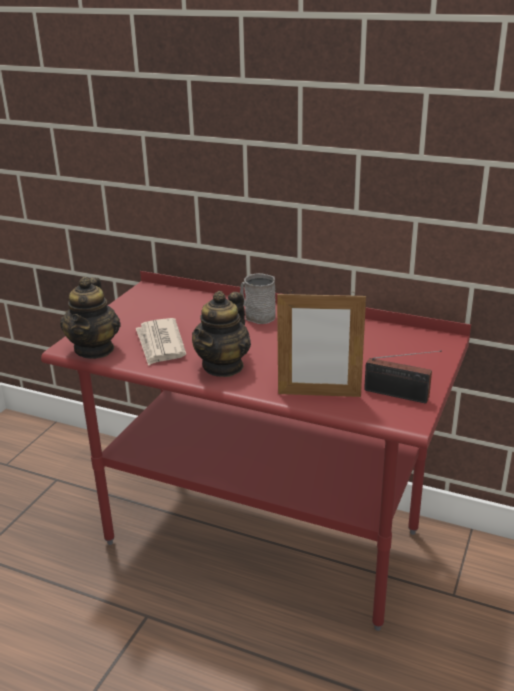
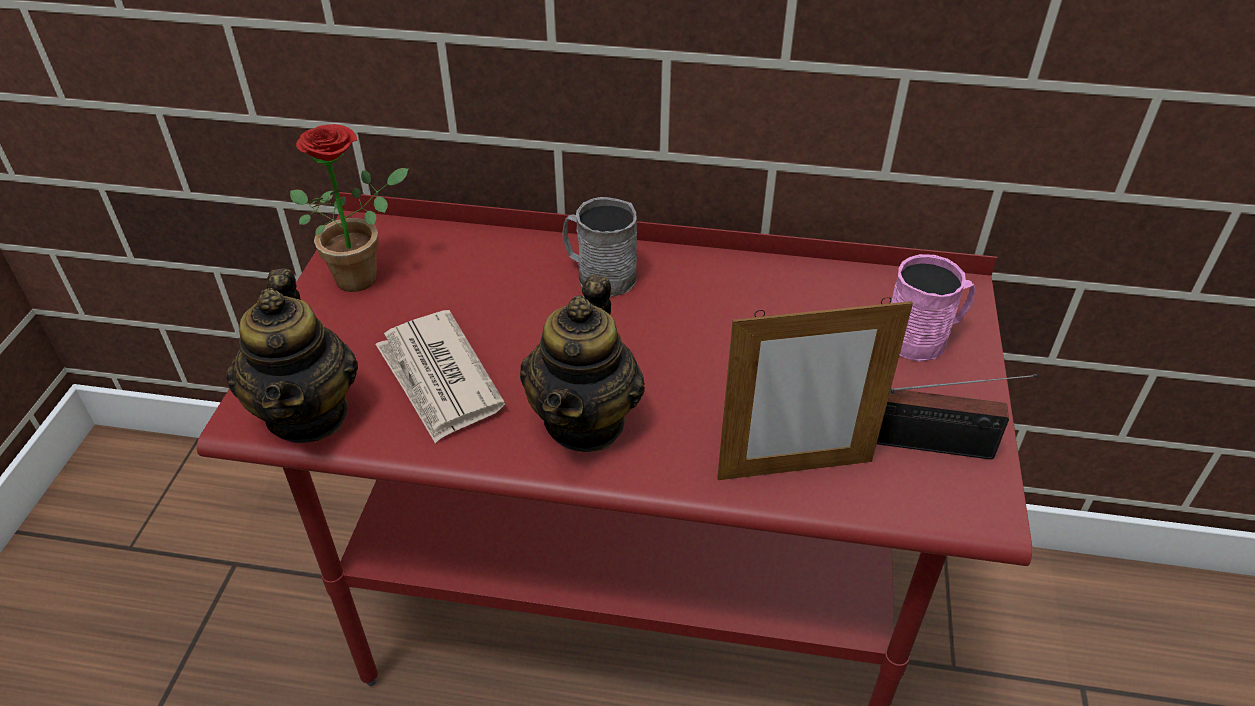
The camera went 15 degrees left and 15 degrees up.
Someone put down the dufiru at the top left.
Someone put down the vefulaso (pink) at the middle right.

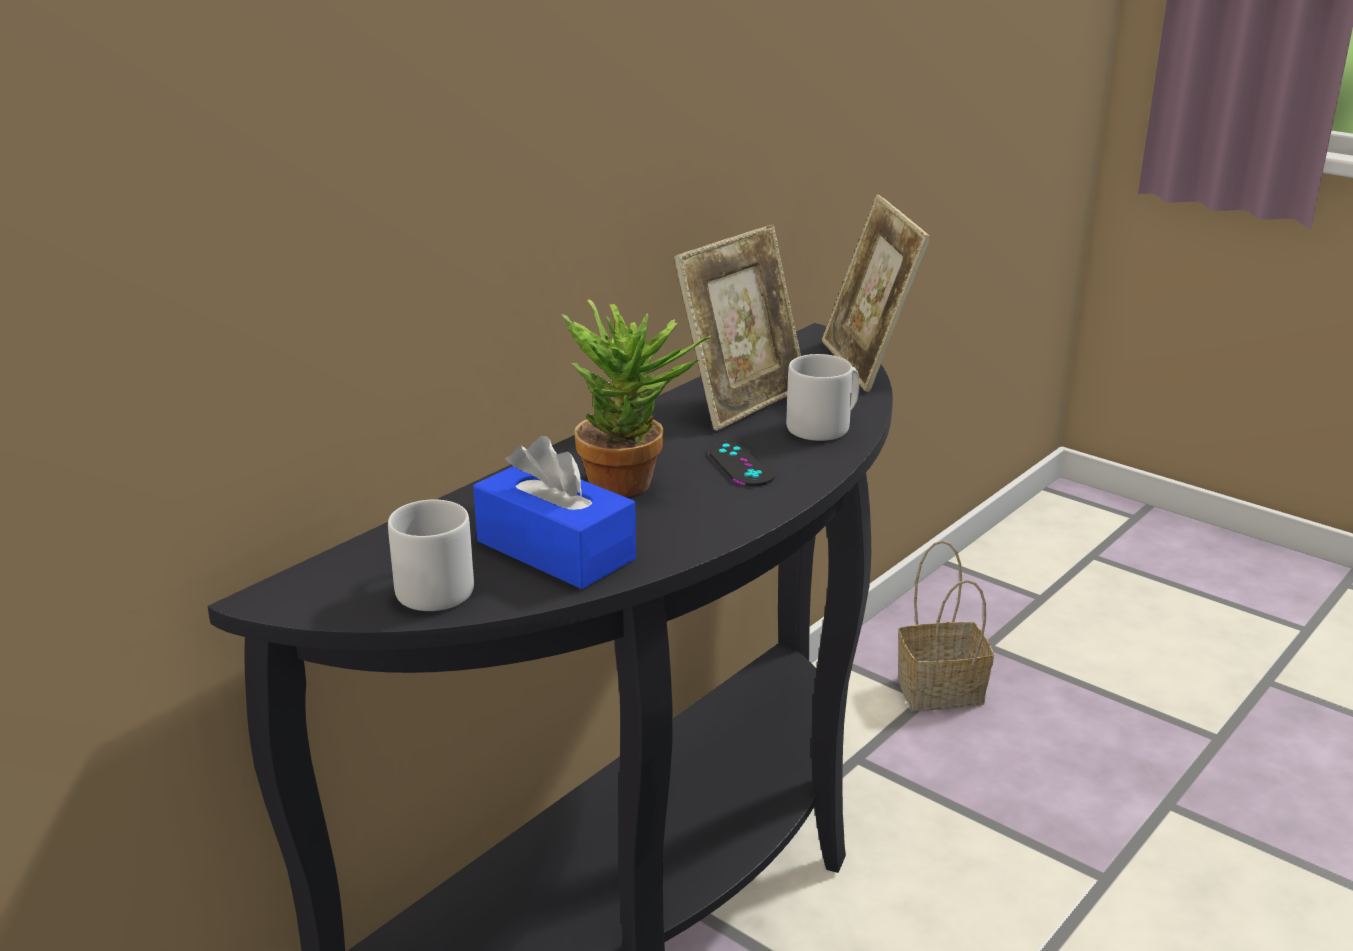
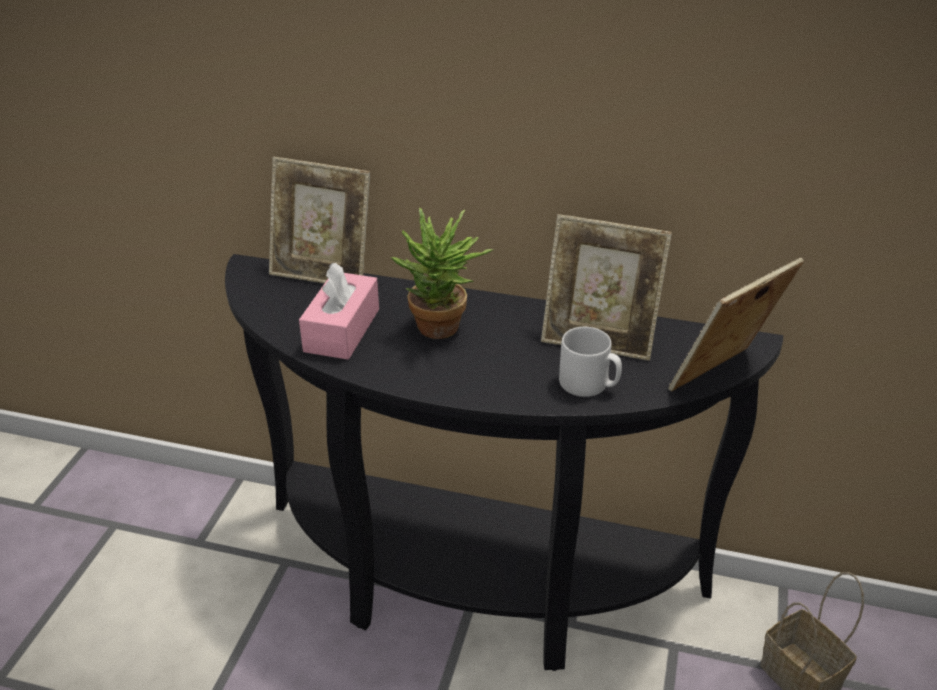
The camera went 65 degrees right and 10 degrees up.
Someone repainted the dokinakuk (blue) at the centre, which became the dokinakuk (pink) at the centre.
Someone took away the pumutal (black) at the centre.
Someone took away the vefulaso (grey) (no. 1 from left) at the middle left.
Someone put down the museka (no. 1 from left) at the top centre.

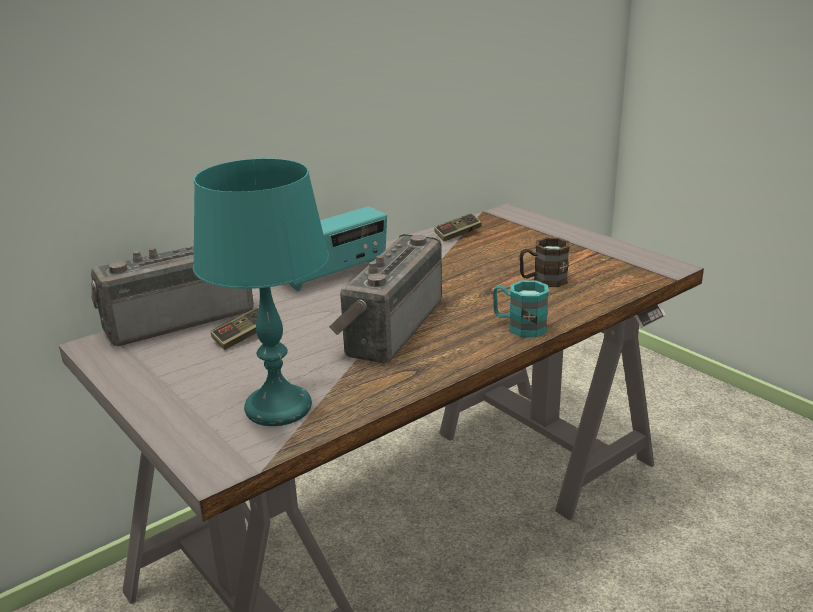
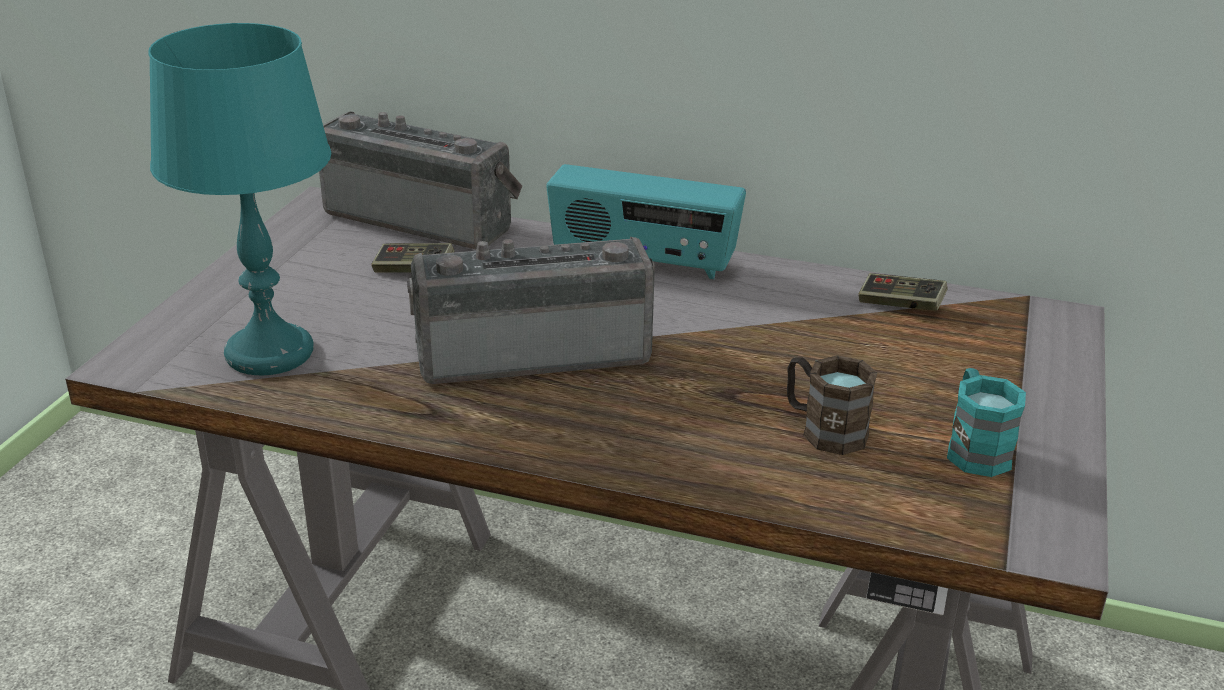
The camera went 55 degrees right and 5 degrees up.
Someone carried the vefulaso (turquoise) from the centre to the middle right.

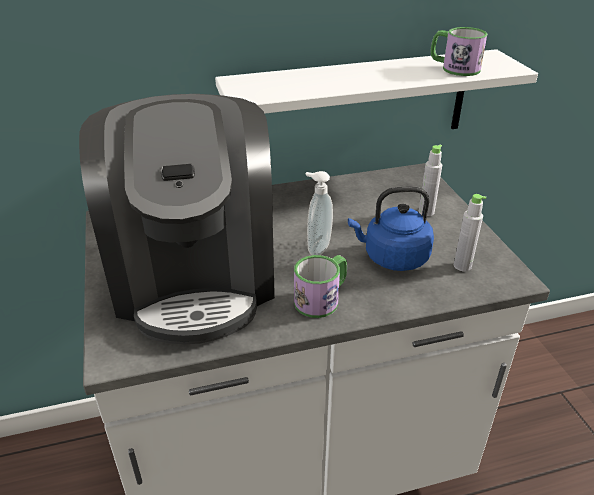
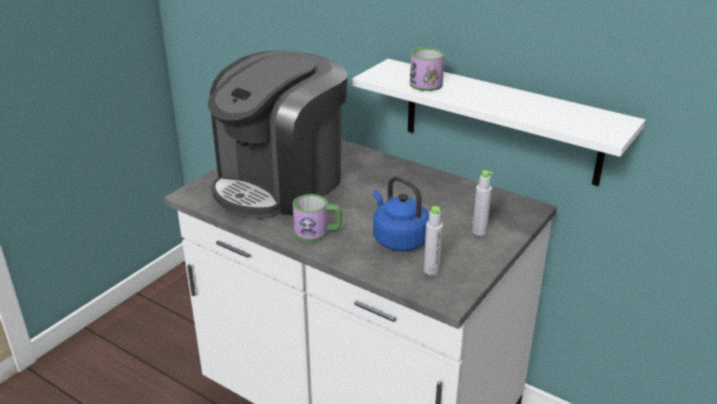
The camera went 50 degrees right and 5 degrees down.
Someone carried the vefulaso (no. 2 from left) from the top right to the top centre.
Someone took away the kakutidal at the centre.

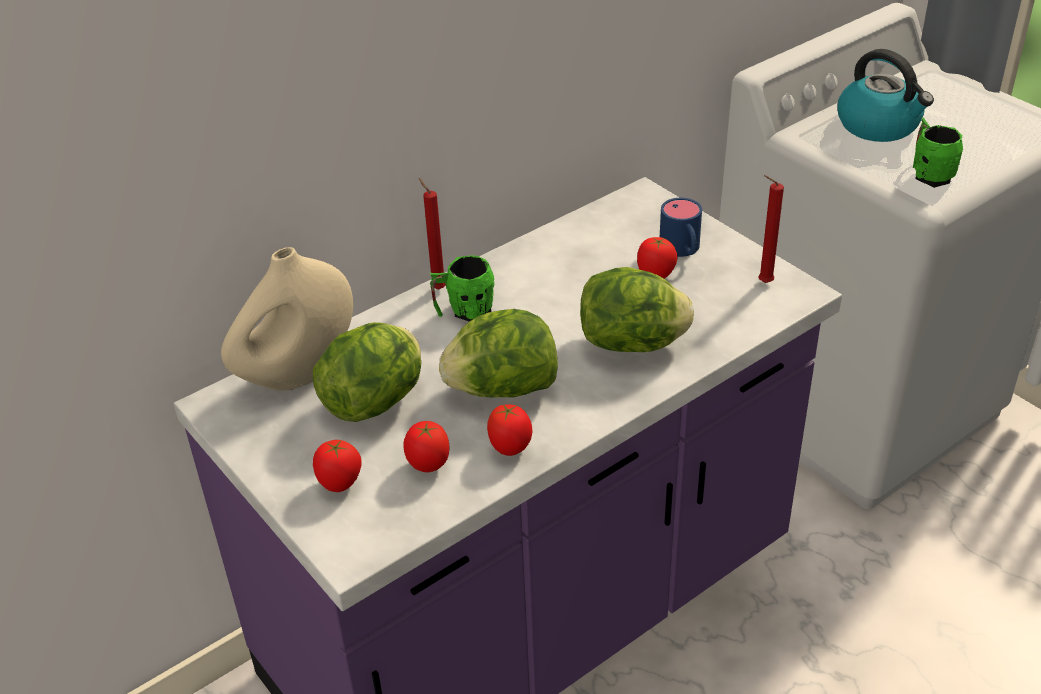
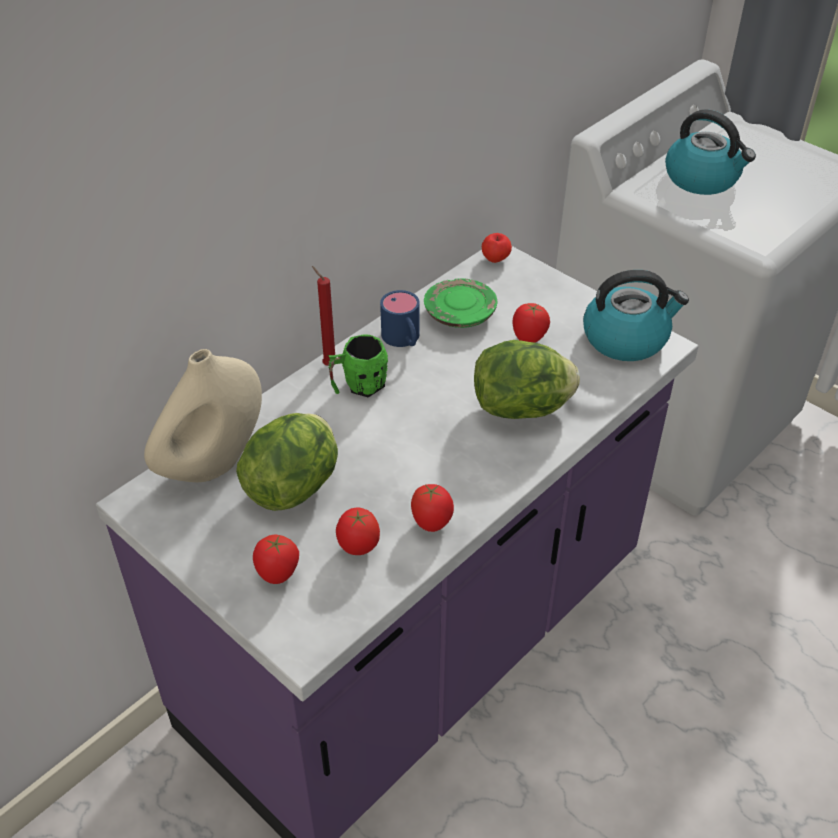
The camera went 10 degrees left and 5 degrees up.
Someone took away the vefulaso (green) (no. 2 from left) at the top right.
Someone swapped the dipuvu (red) (no. 2 from left) at the top right for the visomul (no. 1 from left) at the middle right.
Someone carried the vefulaso (blue) from the top centre to the centre.
Someone took away the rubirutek (no. 2 from left) at the centre.
Someone put down the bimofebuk at the top centre.
Someone put down the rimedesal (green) at the centre.

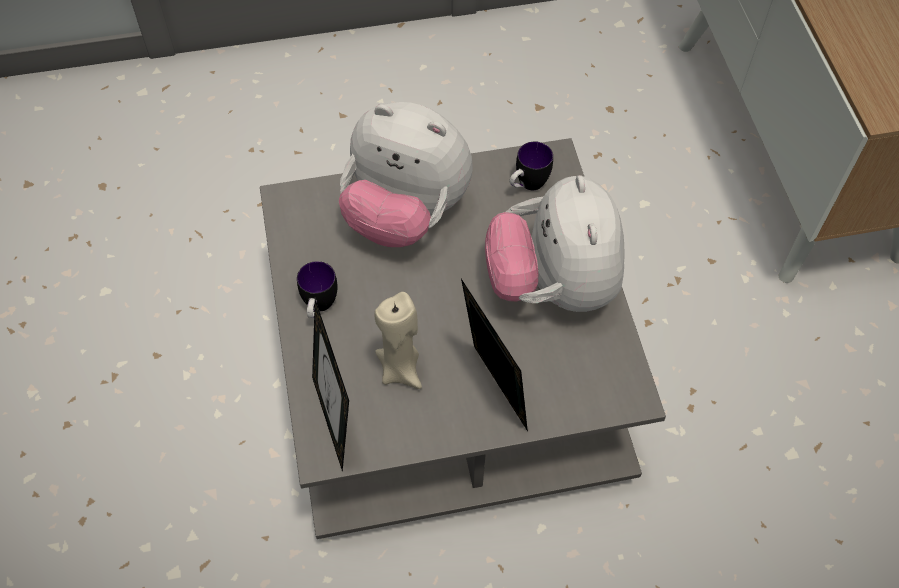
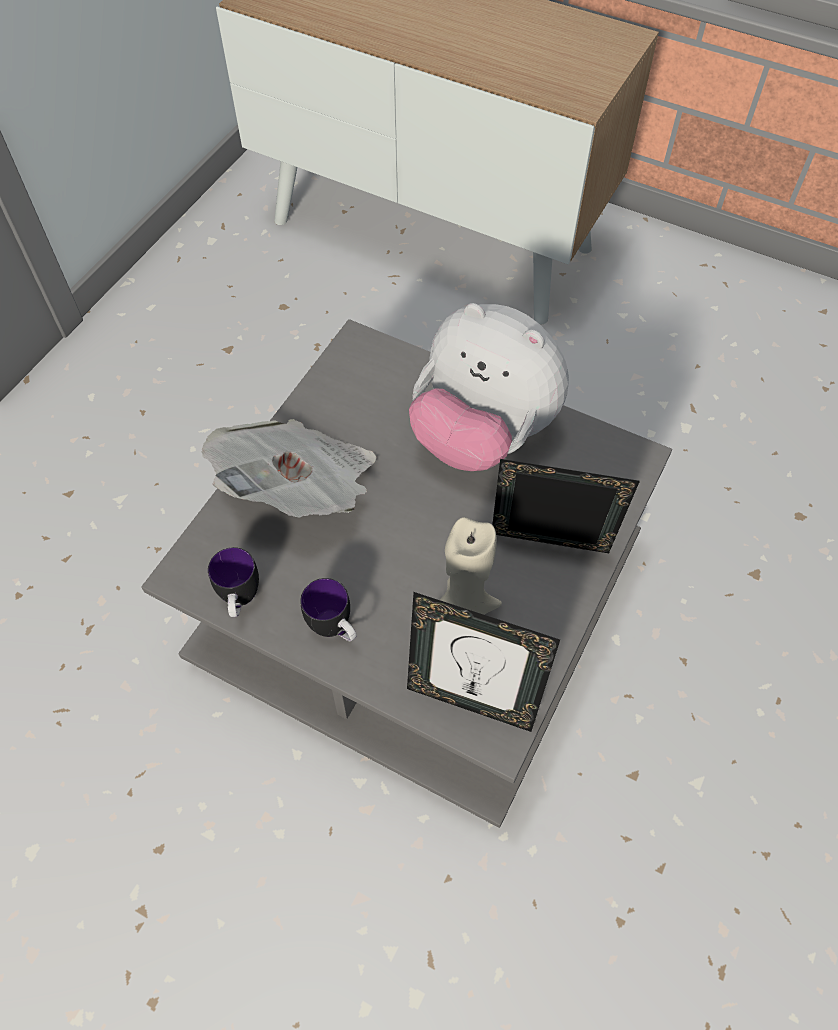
The camera went 50 degrees left and 0 degrees up.
Someone swapped the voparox (no. 1 from left) at the top centre for the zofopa at the centre.
Someone carried the vefulaso (no. 2 from left in the first image) from the top centre to the middle left.

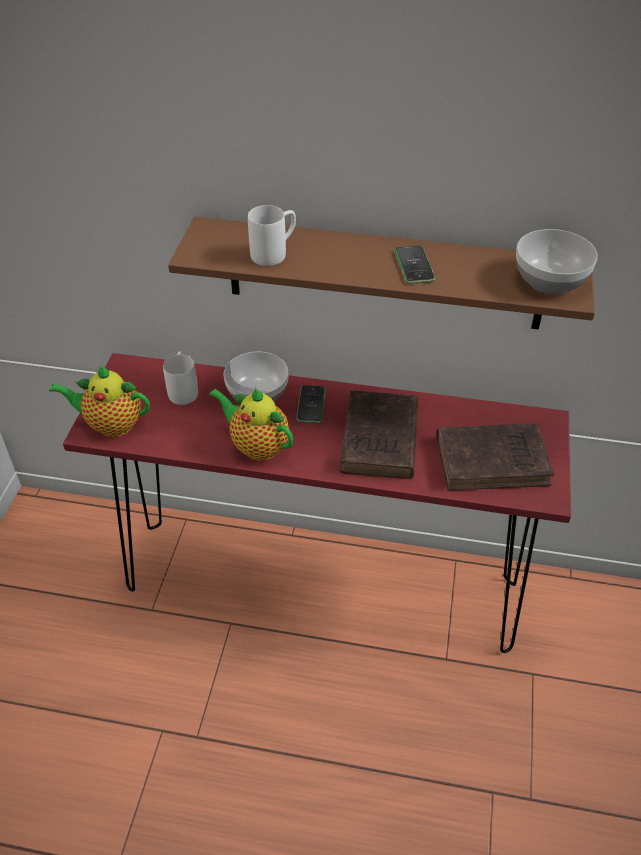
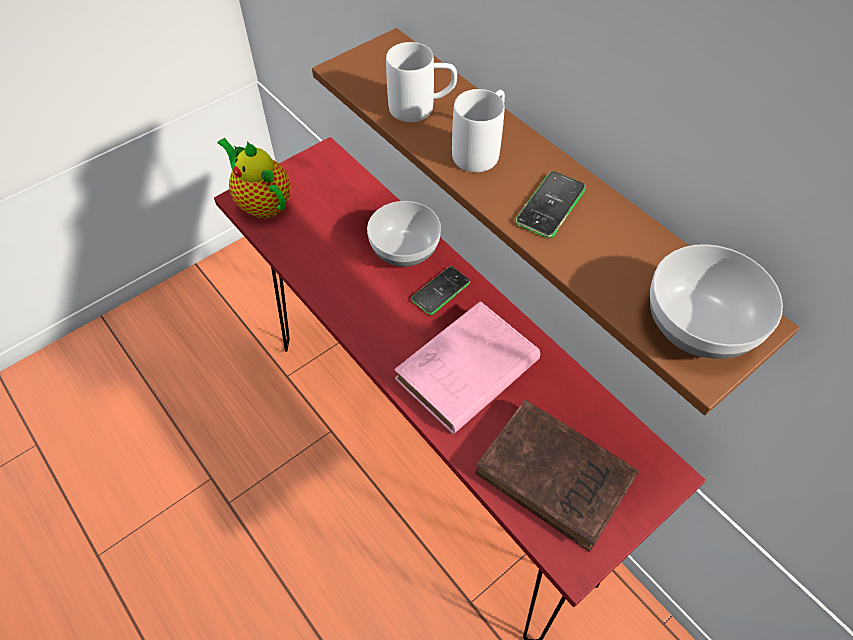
The camera went 40 degrees right and 10 degrees up.
Someone carried the vefulaso (white) (no. 1 from left in the first image) from the middle left to the top centre.
Someone took away the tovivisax (no. 2 from left) at the centre.
Someone repainted the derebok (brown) (no. 1 from left) at the centre, which became the derebok (pink) at the centre.

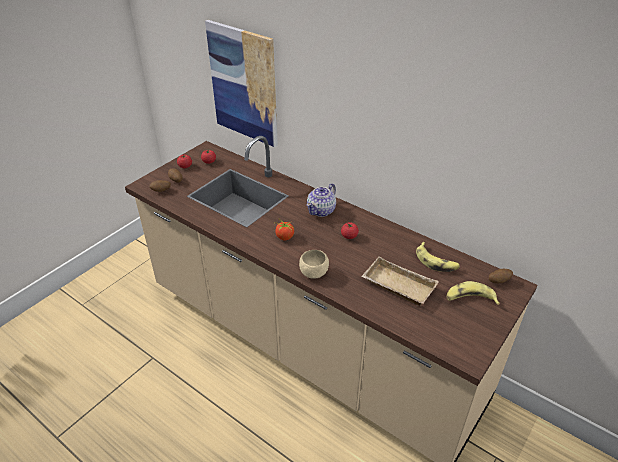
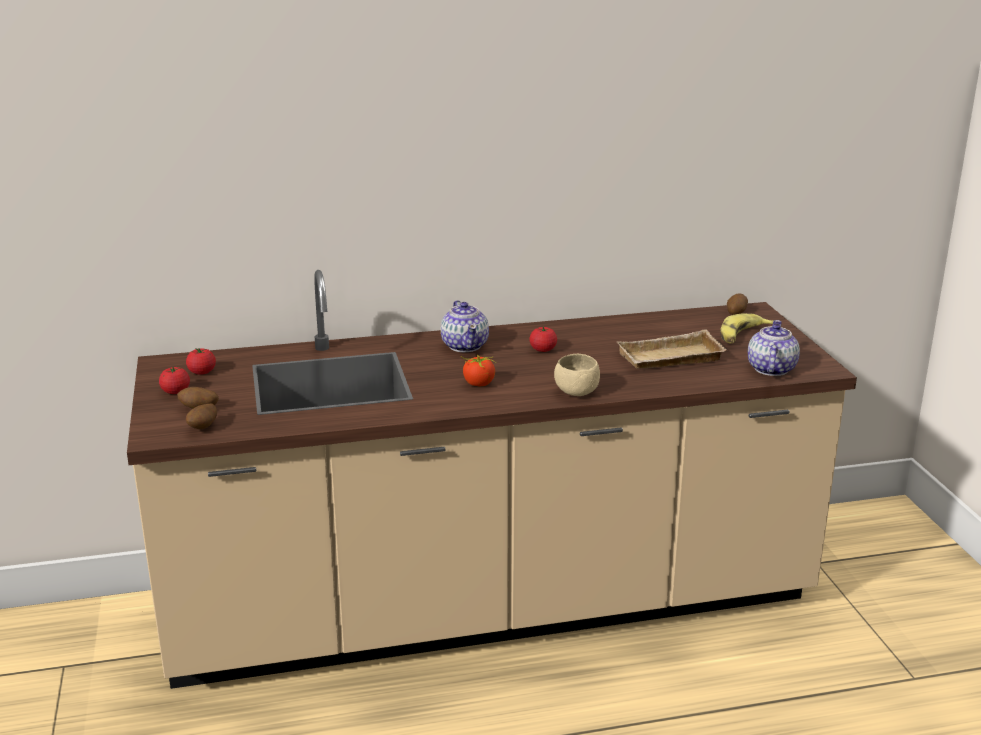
The camera went 50 degrees left and 15 degrees down.
Someone took away the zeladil at the top centre.
Someone took away the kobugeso (no. 1 from left) at the middle right.
Someone put down the tovivisax (no. 2 from left) at the middle right.

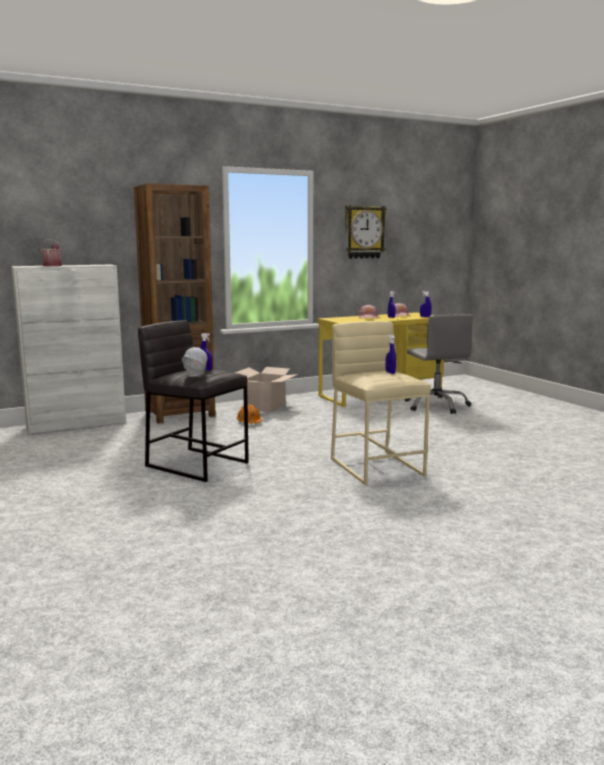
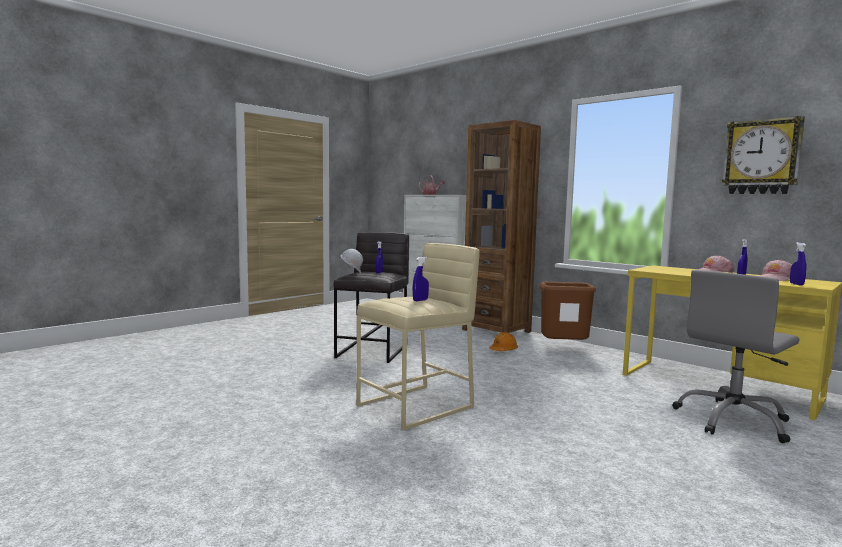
The camera went 70 degrees right and 5 degrees down.
Someone swapped the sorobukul at the centre for the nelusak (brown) at the middle right.

